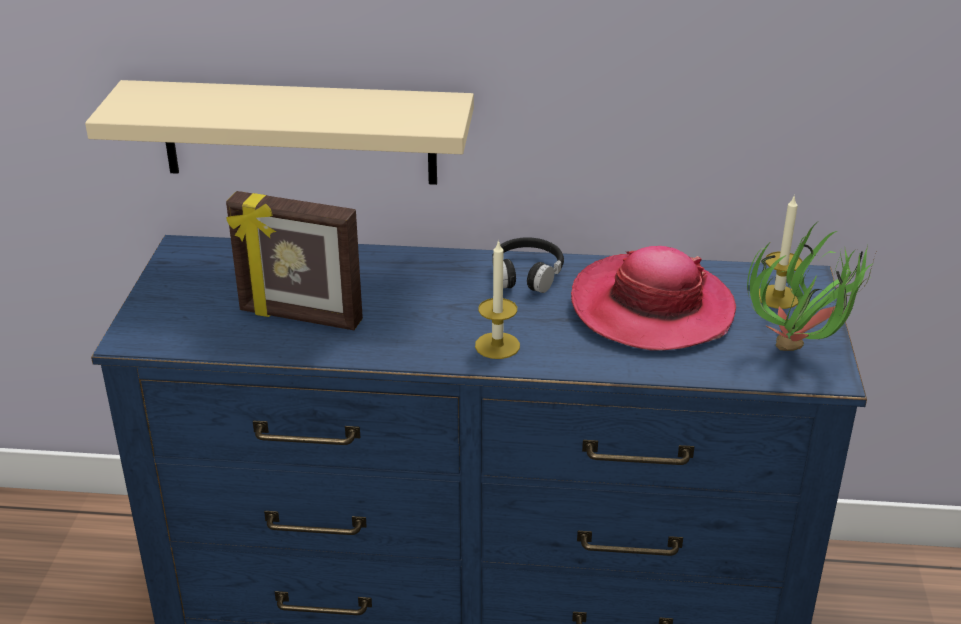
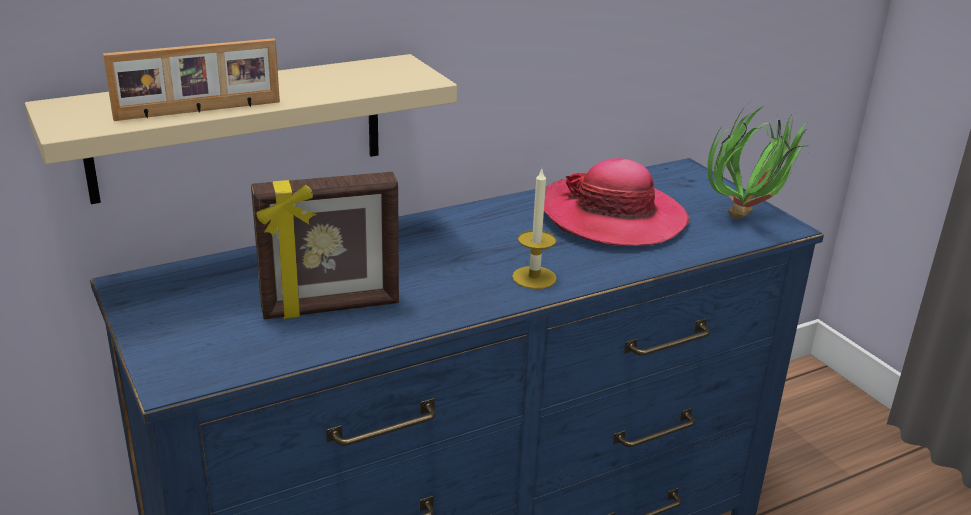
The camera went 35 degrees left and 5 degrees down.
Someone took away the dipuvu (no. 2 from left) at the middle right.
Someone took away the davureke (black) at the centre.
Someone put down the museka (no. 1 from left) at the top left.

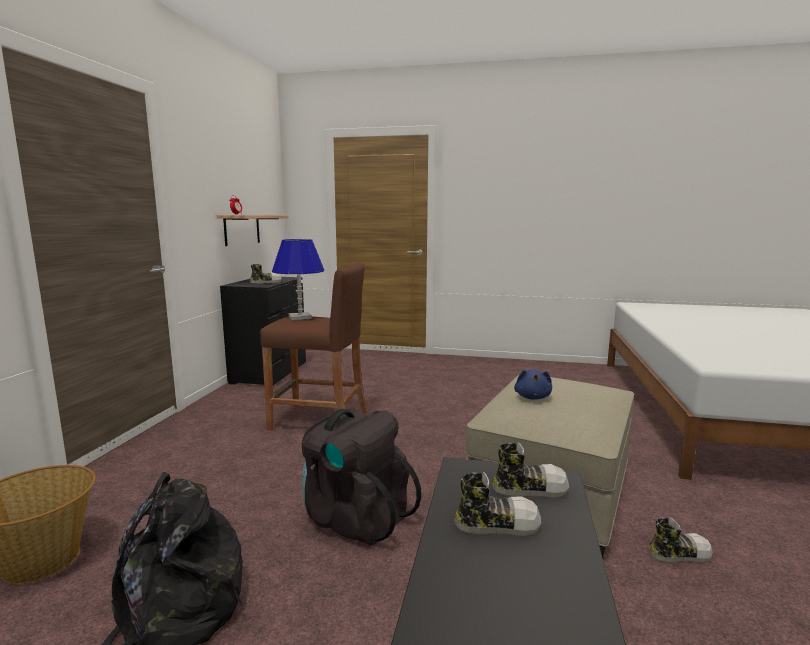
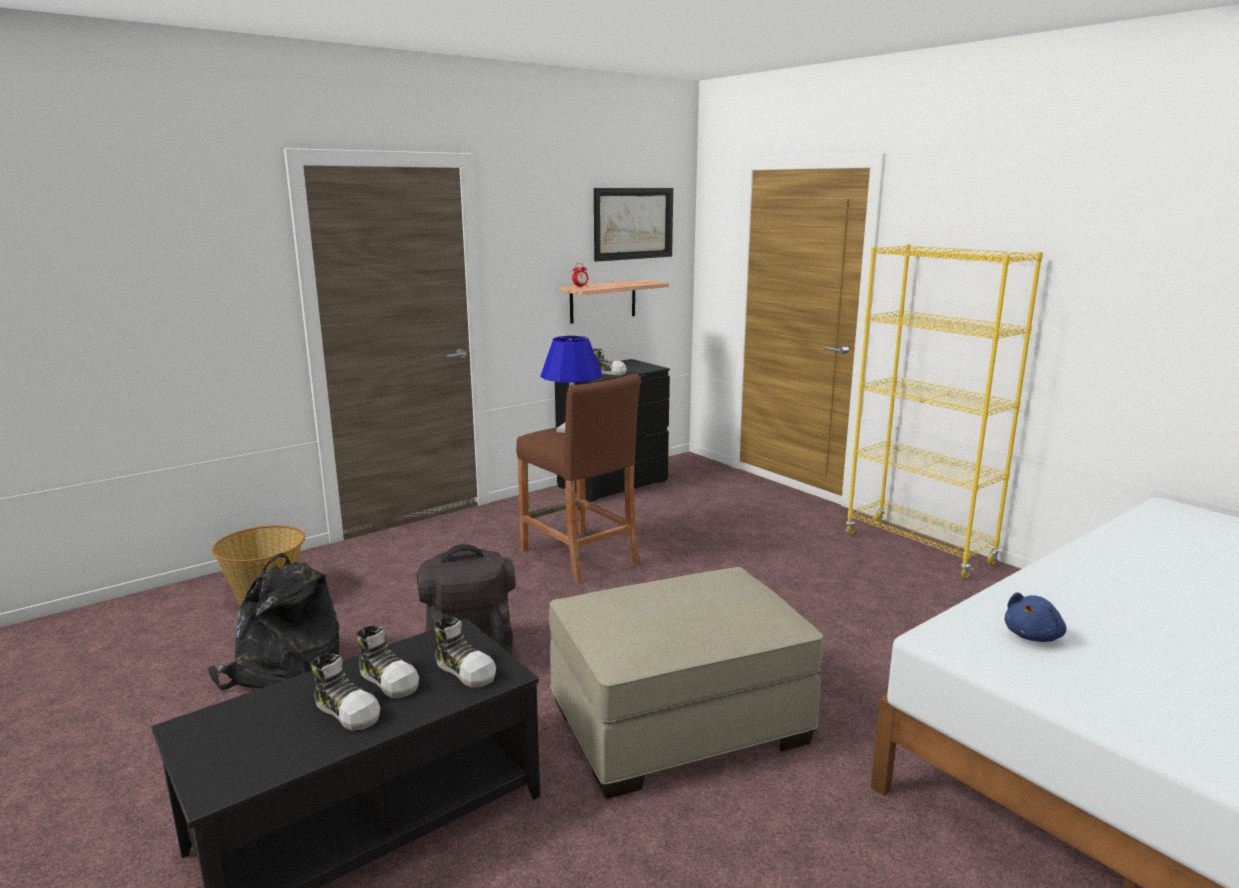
The camera went 40 degrees right and 5 degrees up.
Someone carried the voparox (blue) from the centre to the bottom right.
Someone carried the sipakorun (no. 4 from left in the first image) from the bottom right to the bottom left.
Someone put up the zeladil at the top centre.
Someone put down the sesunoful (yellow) at the middle right.

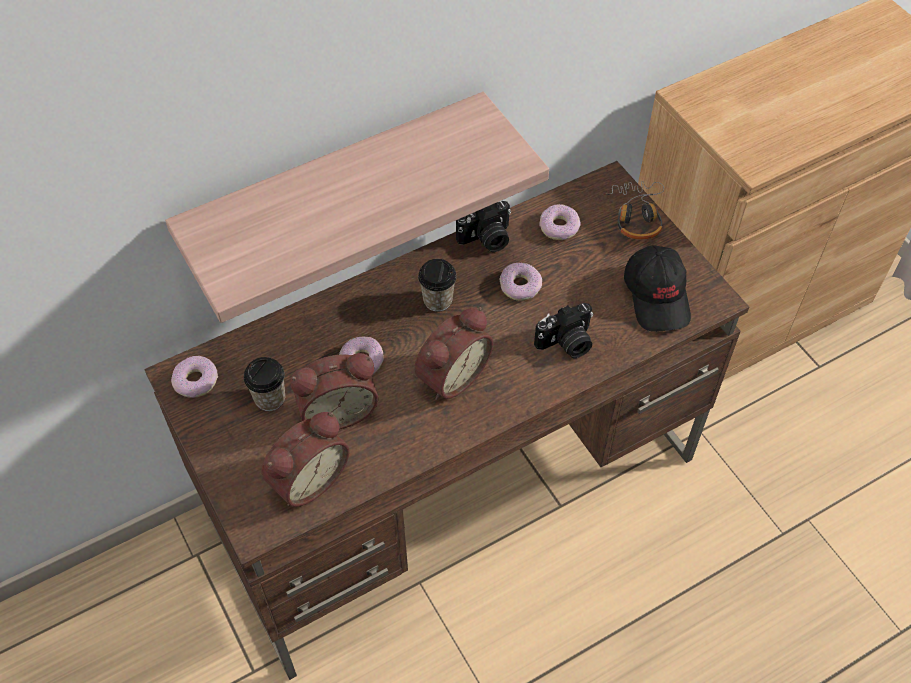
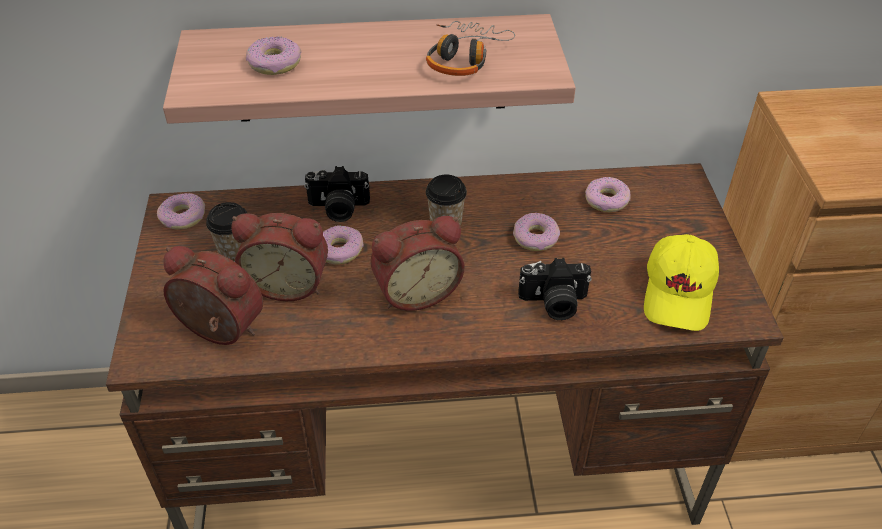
The camera went 25 degrees right and 10 degrees down.
Someone carried the davureke from the top right to the top centre.
Someone carried the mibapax (no. 1 from left) from the top centre to the centre.
Someone repainted the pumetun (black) at the middle right, which became the pumetun (yellow) at the middle right.
Someone rotated the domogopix (no. 1 from left) at the bottom centre by 135 degrees counterclockwise.
Someone put down the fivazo (no. 2 from left) at the top left.

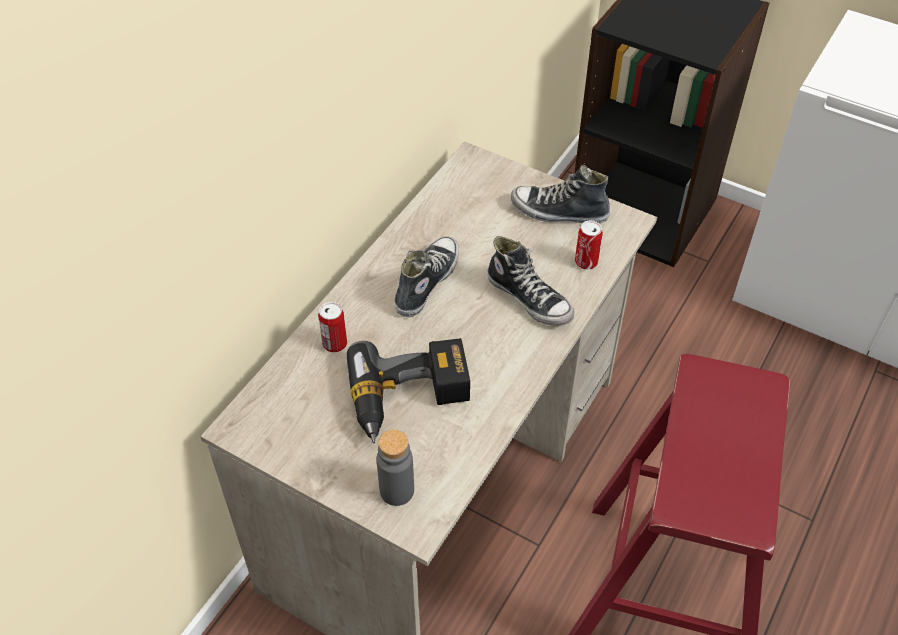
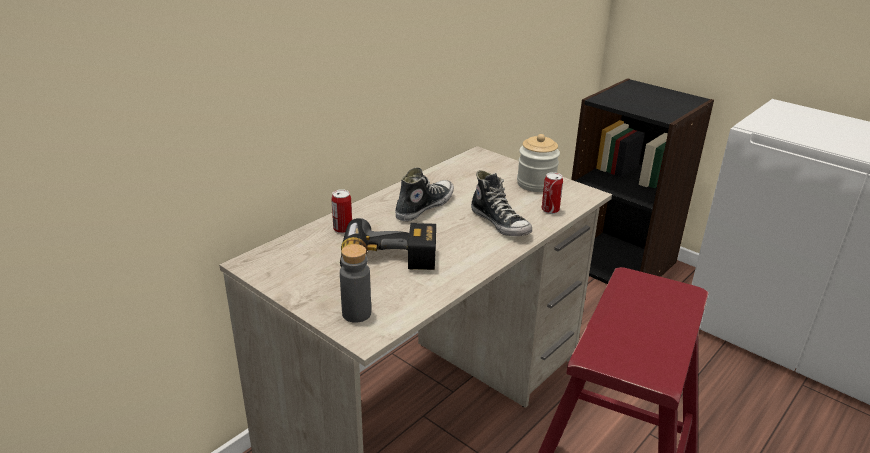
The camera went 10 degrees right and 20 degrees down.
Someone swapped the sipakorun (no. 3 from left) at the top centre for the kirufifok at the centre.

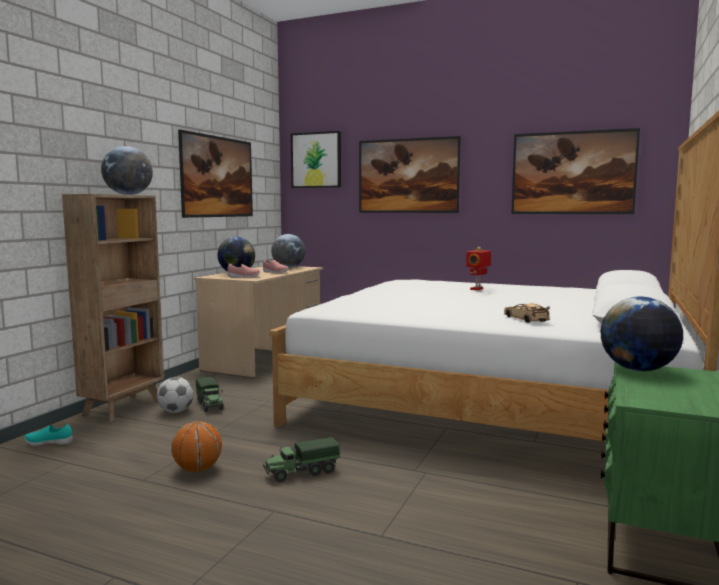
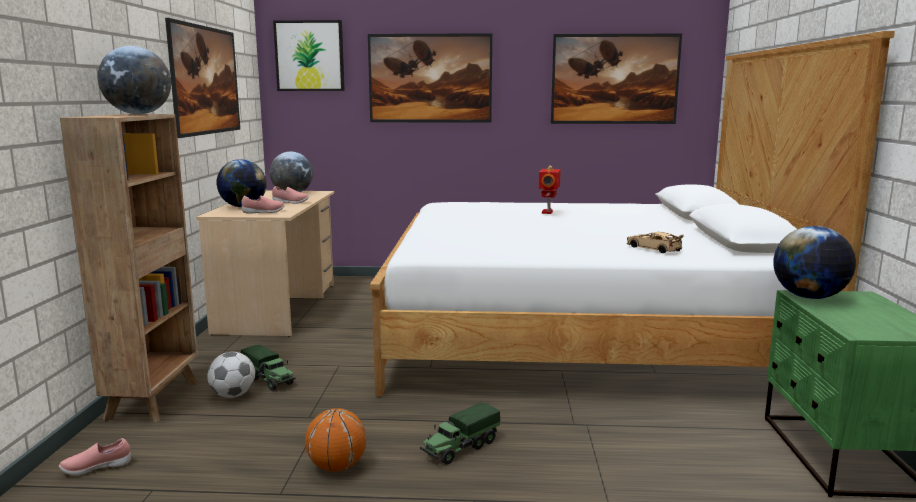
The camera went 20 degrees left and 5 degrees up.
Someone repainted the sipakorun (turquoise) at the bottom left, which became the sipakorun (pink) (no. 1 from left) at the bottom left.

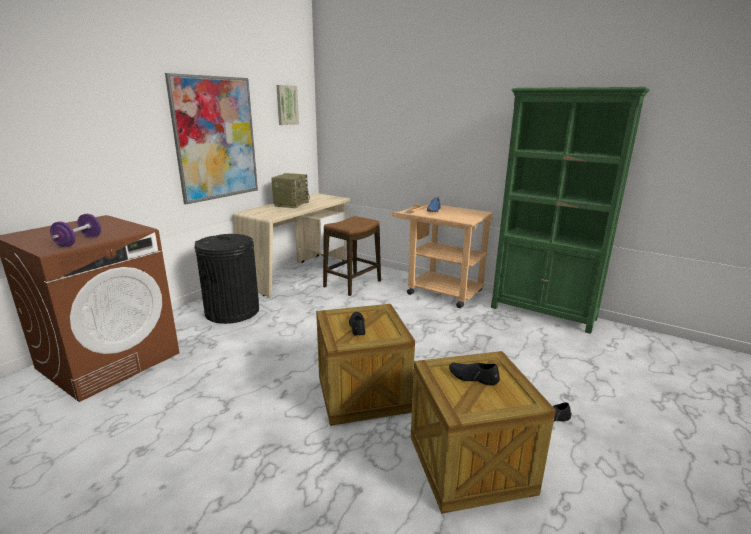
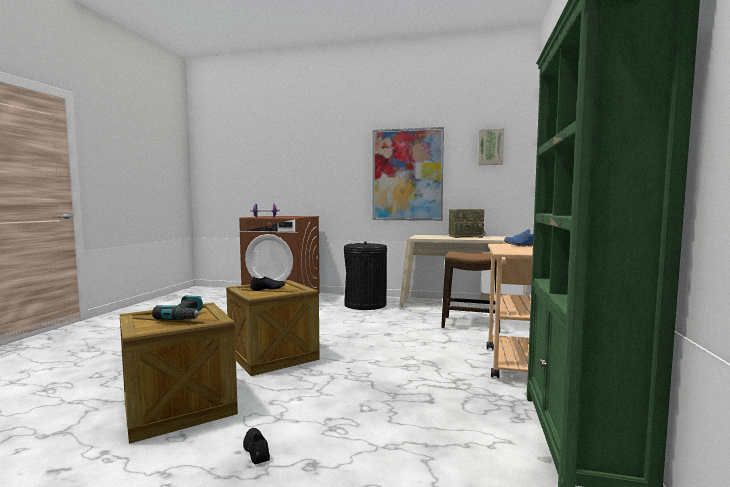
The camera went 70 degrees right and 15 degrees down.
Someone swapped the sipakorun (black) (no. 2 from left) at the bottom centre for the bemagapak at the middle left.

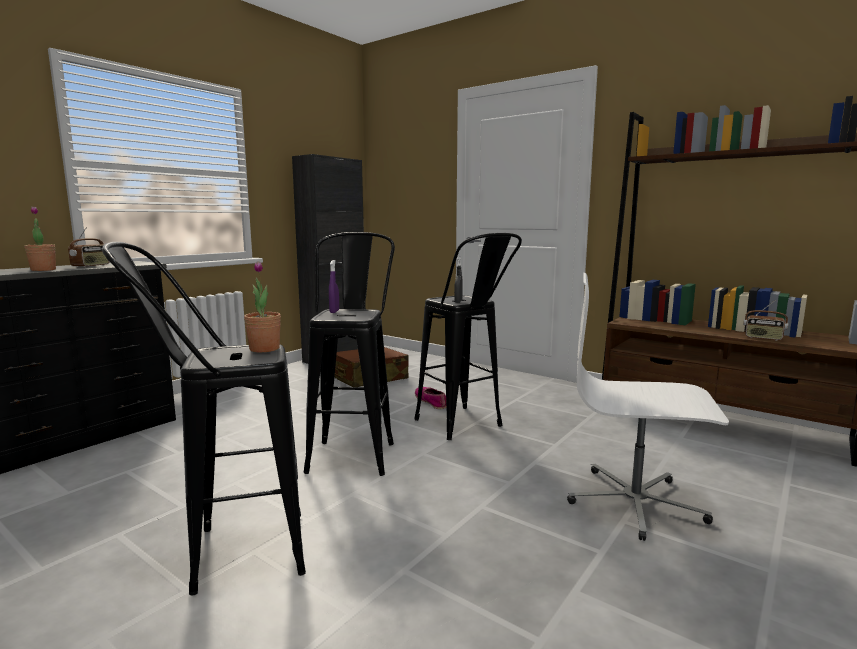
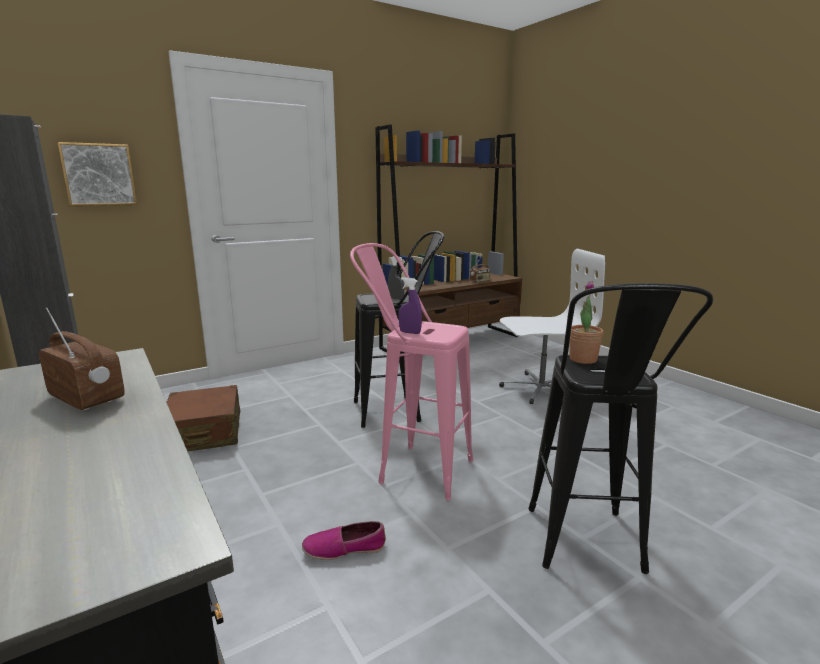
The camera went 70 degrees left and 5 degrees up.
Someone took away the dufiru (no. 1 from left) at the middle left.
Someone repainted the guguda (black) (no. 2 from left) at the centre, which became the guguda (pink) at the centre.
Someone rotated the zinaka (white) at the middle right by 135 degrees counterclockwise.
Someone carried the sipakorun from the centre to the bottom centre.
Someone put up the zeladil at the top left.

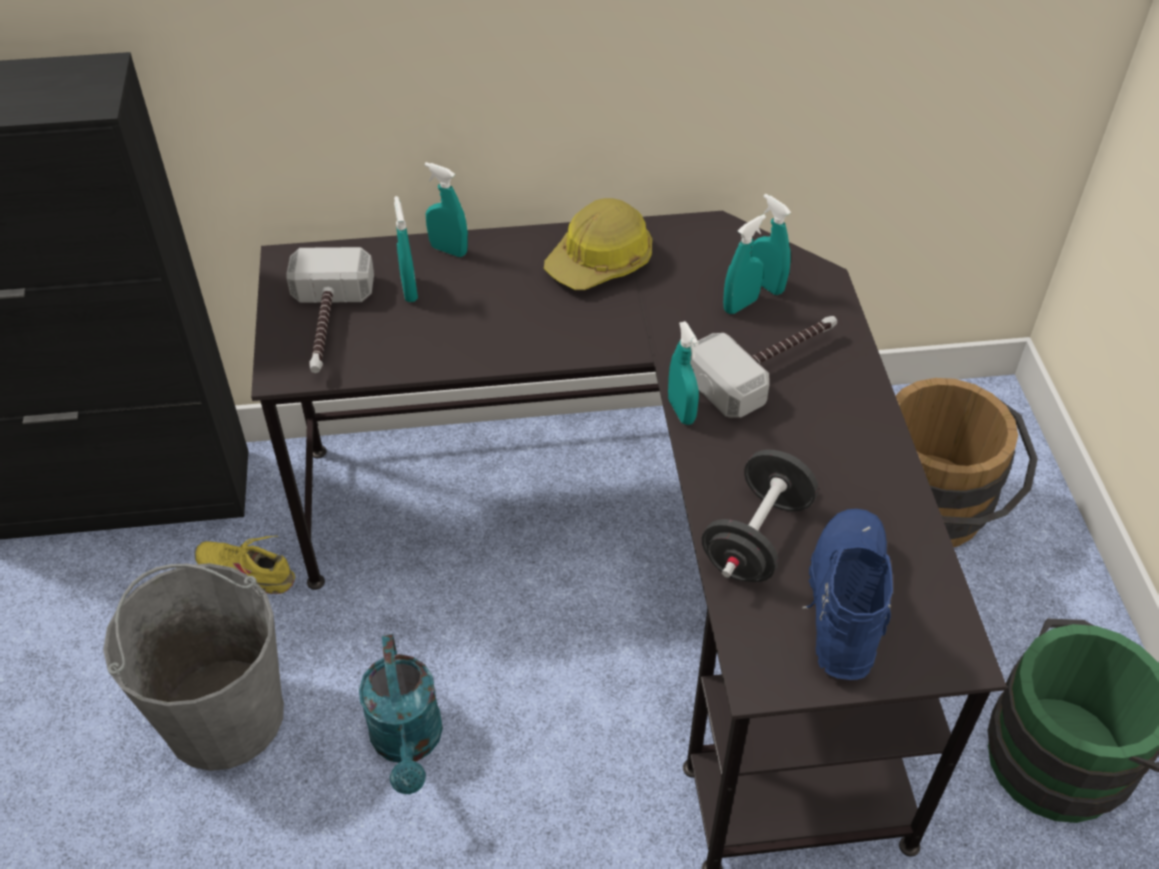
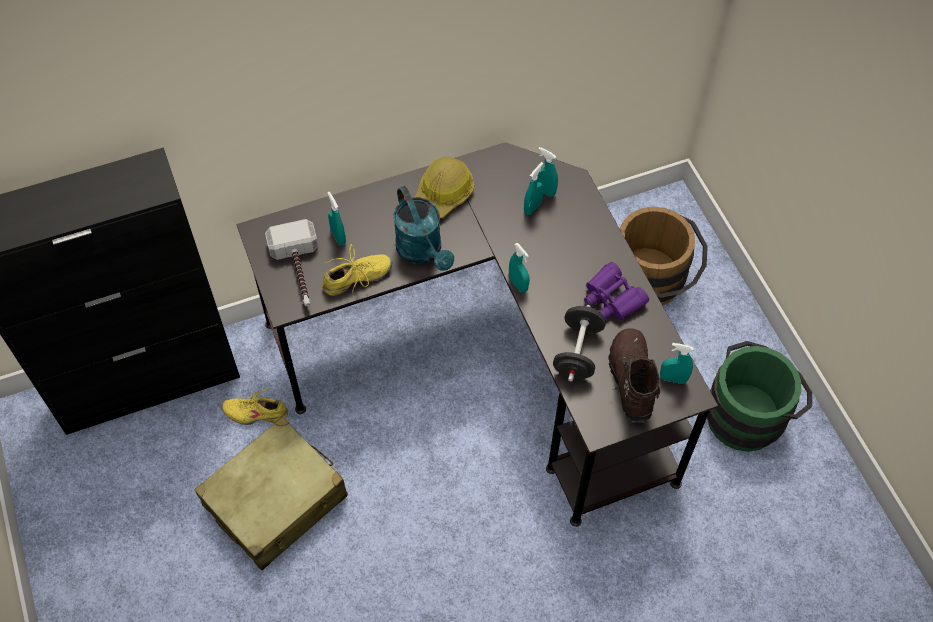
The camera went 15 degrees left and 10 degrees up.
Someone carried the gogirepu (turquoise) (no. 2 from left in the first image) from the top centre to the middle right.
Someone took away the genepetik (no. 2 from left) at the centre.
Someone repainted the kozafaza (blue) at the bottom right, which became the kozafaza (brown) at the middle right.
Someone swapped the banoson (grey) at the bottom left for the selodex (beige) at the bottom left.
Someone carried the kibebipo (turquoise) from the bottom centre to the centre.
Someone put down the sipakorun (yellow) (no. 2 from left) at the centre.
Someone put down the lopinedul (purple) at the centre.

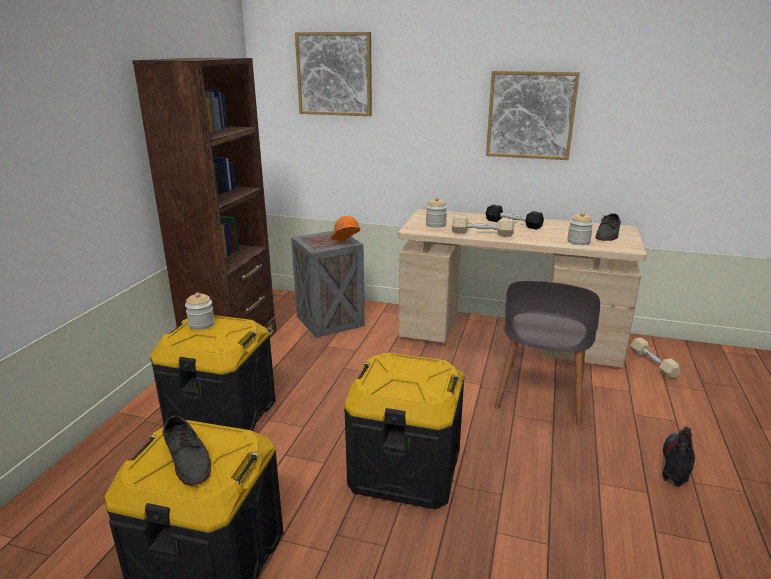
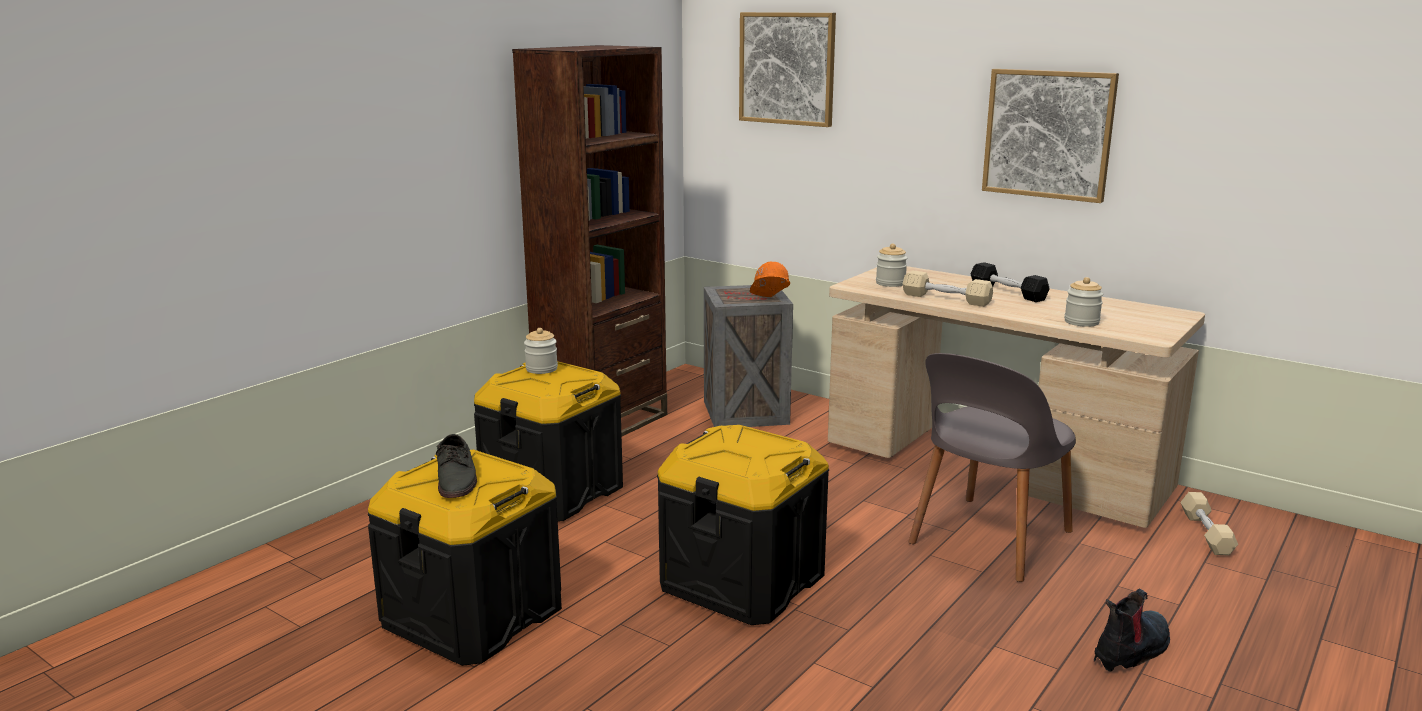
The camera went 20 degrees right and 5 degrees down.
Someone took away the sipakorun (grey) (no. 2 from left) at the middle right.

